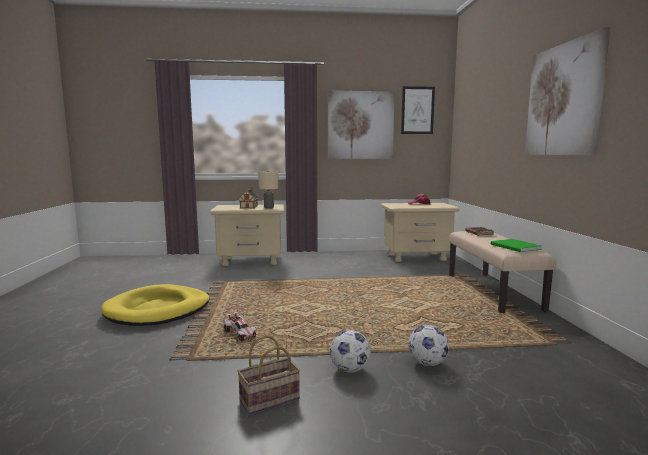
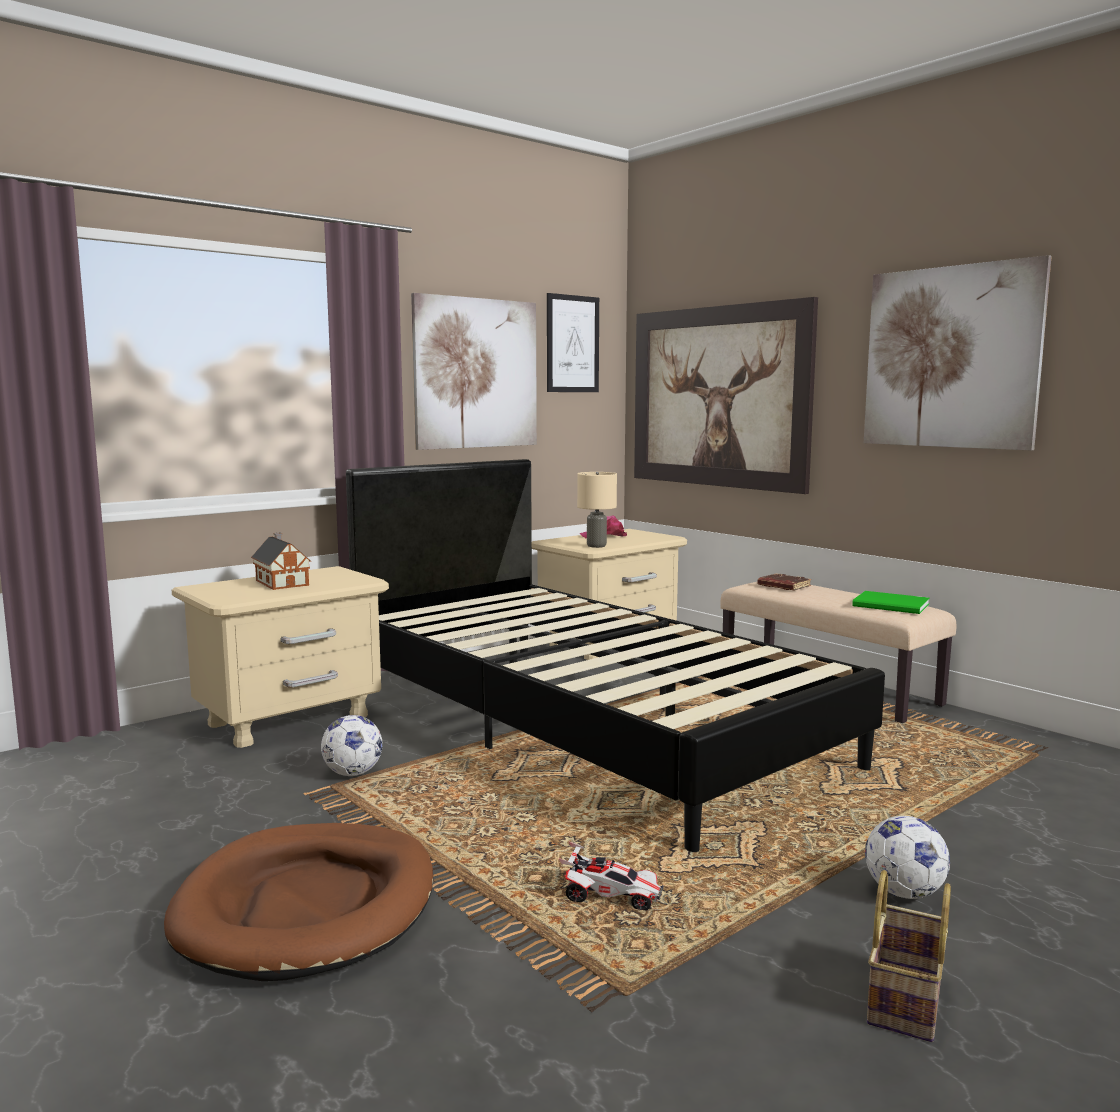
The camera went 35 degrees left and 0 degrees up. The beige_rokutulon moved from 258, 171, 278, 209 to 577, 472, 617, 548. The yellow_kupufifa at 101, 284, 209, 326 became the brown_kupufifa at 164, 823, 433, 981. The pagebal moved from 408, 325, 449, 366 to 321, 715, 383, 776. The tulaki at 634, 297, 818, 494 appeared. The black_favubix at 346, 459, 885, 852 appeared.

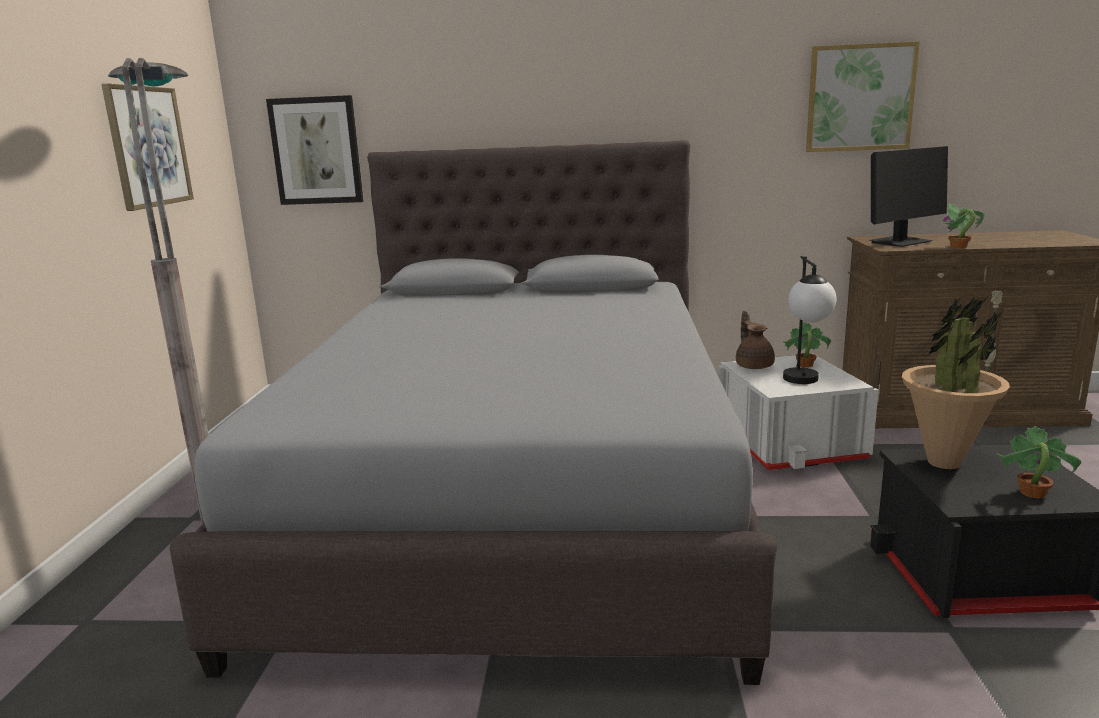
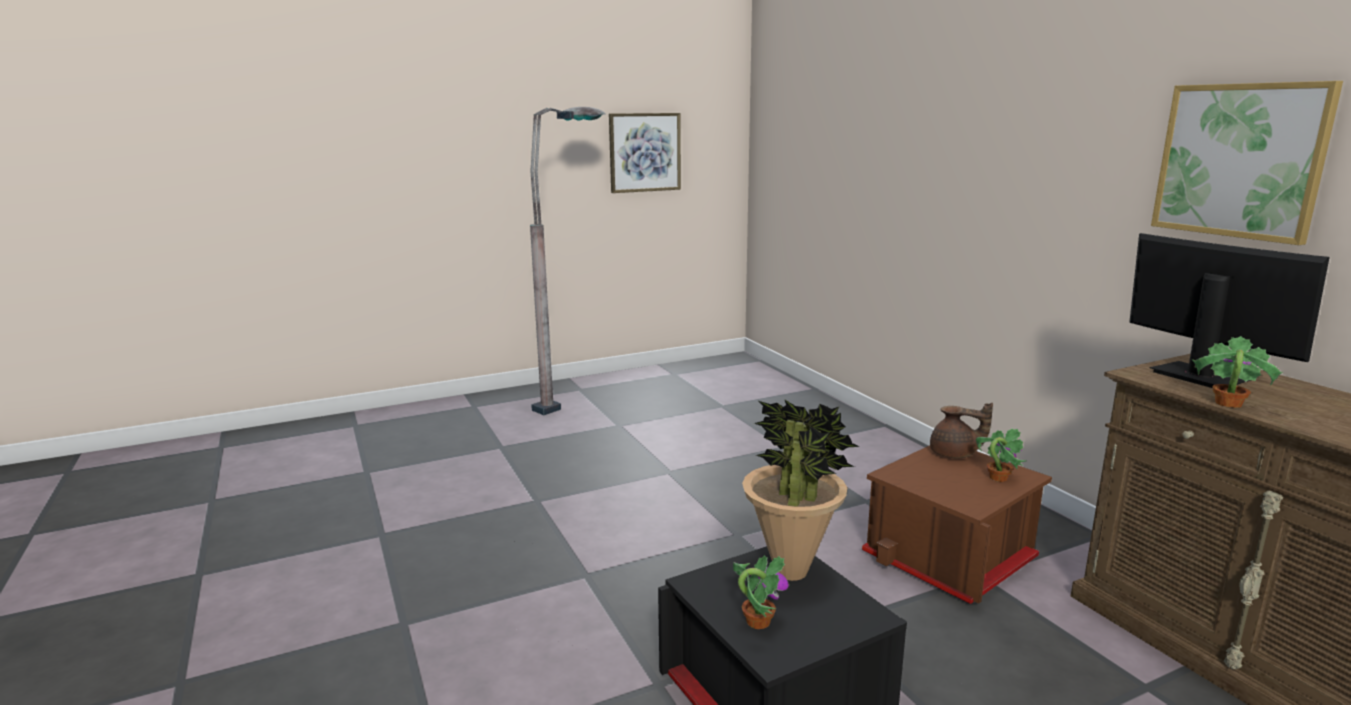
The camera went 60 degrees right and 0 degrees up. The tulaki at 266, 95, 364, 205 disappeared. The grey_favubix at 170, 140, 777, 685 disappeared. The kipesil at 869, 146, 948, 247 turned 150 degrees counterclockwise. The rokutulon at 783, 256, 837, 384 disappeared. The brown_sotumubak at 736, 311, 775, 369 turned 60 degrees clockwise. The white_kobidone at 718, 355, 879, 470 became the brown_kobidone at 862, 445, 1052, 604.

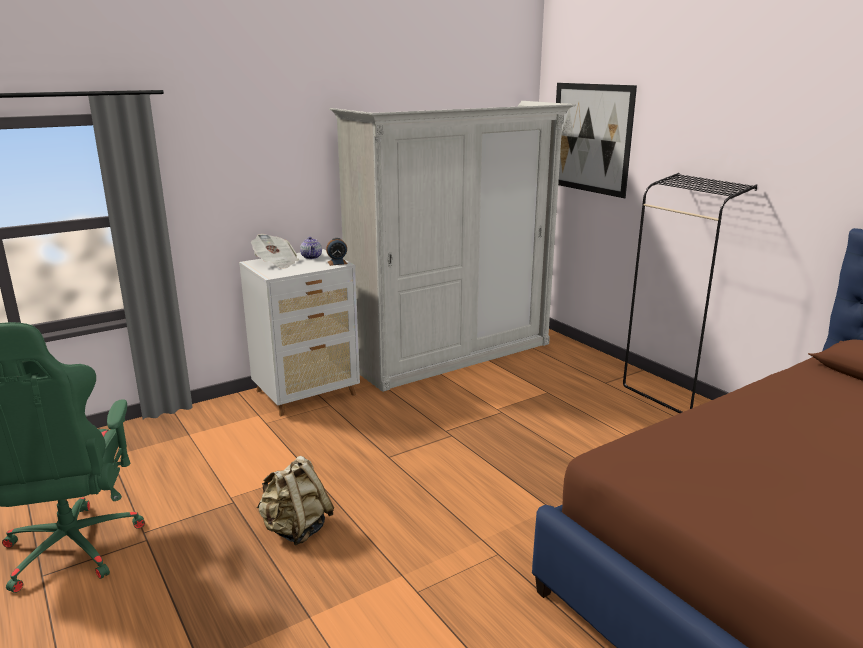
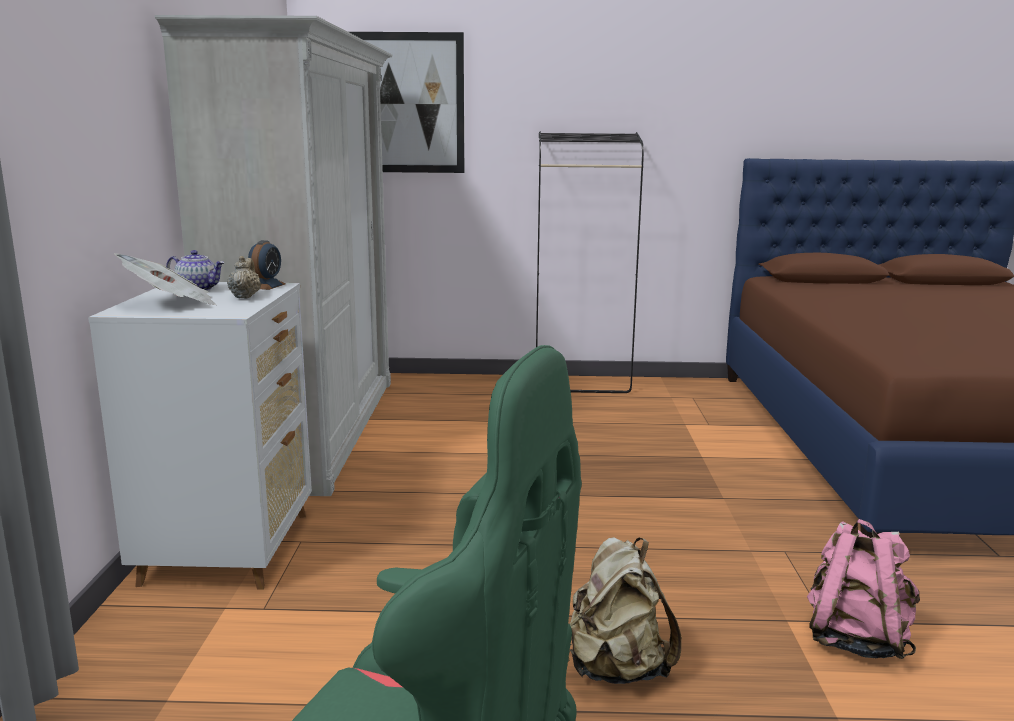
The camera went 55 degrees left and 5 degrees down. The beige_sotumubak at 227, 256, 261, 298 appeared. The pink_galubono at 807, 519, 920, 659 appeared.

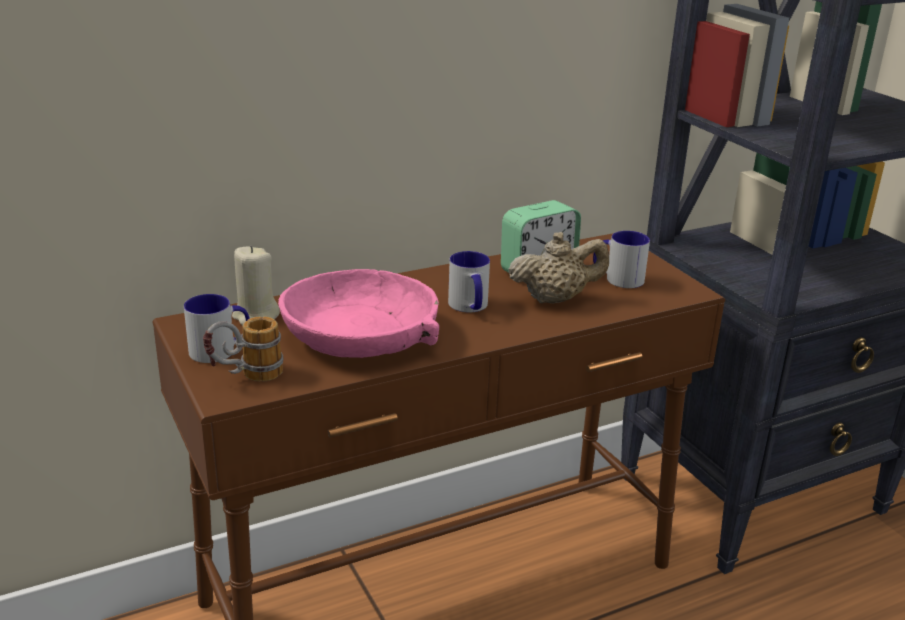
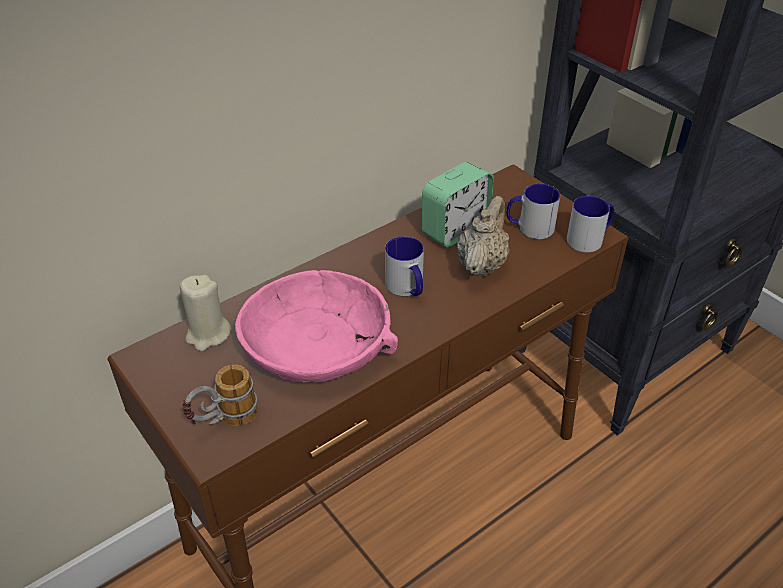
The camera went 10 degrees left and 15 degrees up. The beige_sotumubak at 508, 232, 609, 303 turned 45 degrees counterclockwise. The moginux moved from 184, 294, 250, 363 to 566, 196, 614, 252.

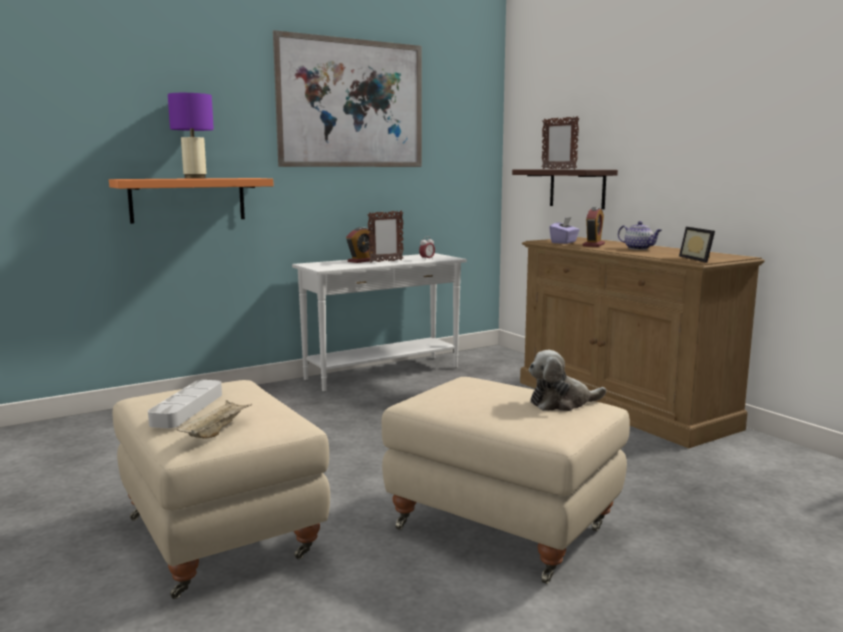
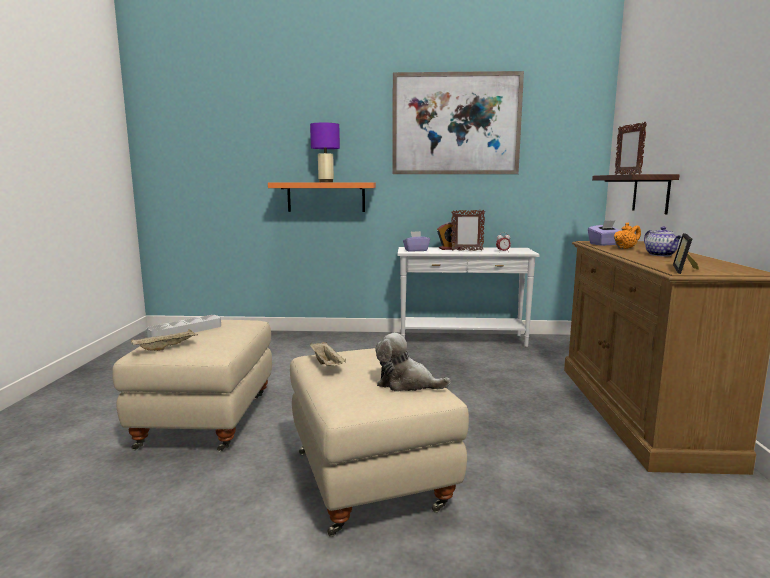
The camera went 35 degrees right and 0 degrees up. The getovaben at 583, 207, 605, 247 was replaced by the orange_sotumubak at 614, 223, 641, 249. The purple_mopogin at 403, 231, 430, 252 appeared. The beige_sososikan at 310, 342, 346, 366 appeared.

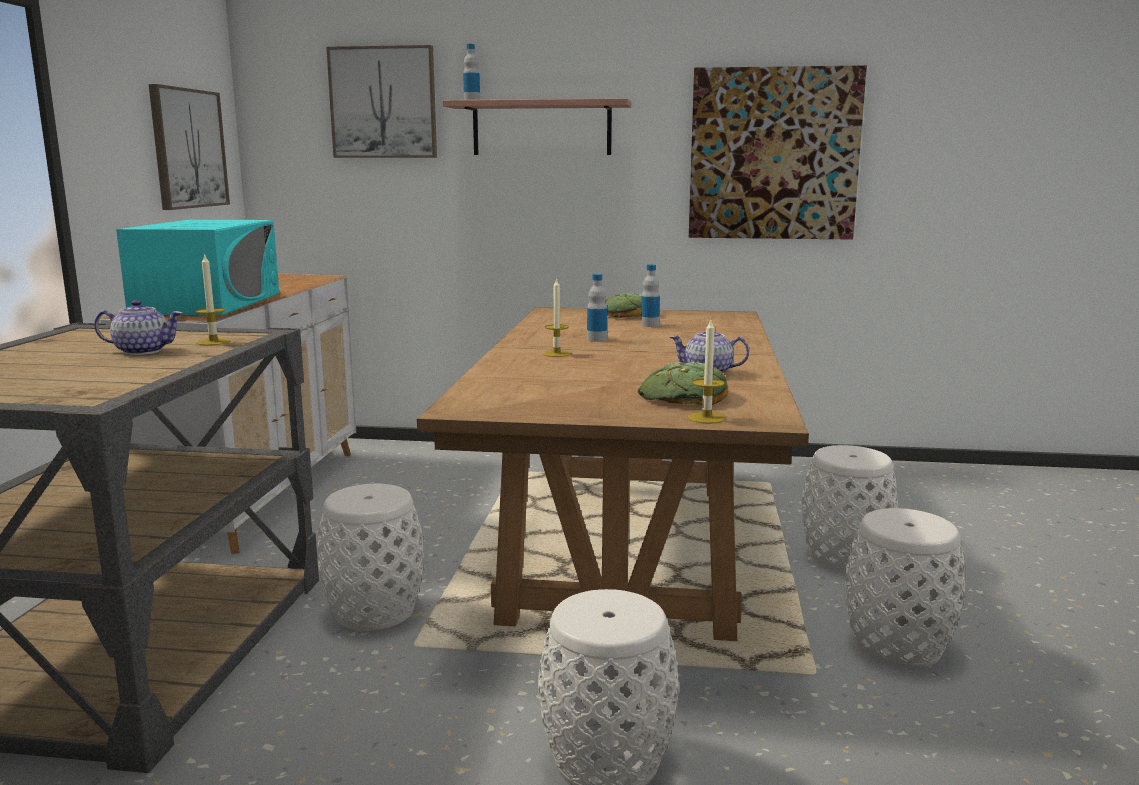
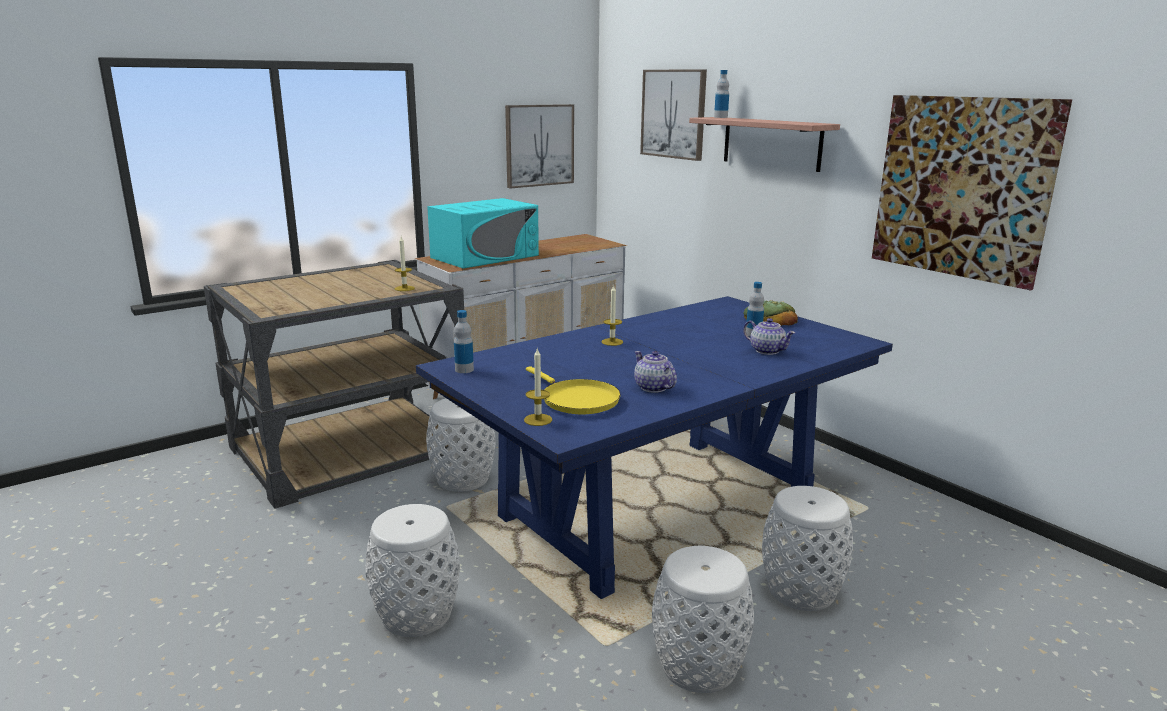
The camera went 45 degrees right and 5 degrees up. The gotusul moved from 587, 273, 607, 342 to 454, 310, 474, 373. The sotumubak moved from 94, 300, 182, 355 to 743, 318, 795, 355. The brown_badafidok at 417, 307, 809, 641 became the blue_badafidok at 416, 296, 893, 599. The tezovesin at 638, 362, 728, 405 was replaced by the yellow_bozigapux at 526, 366, 621, 414.

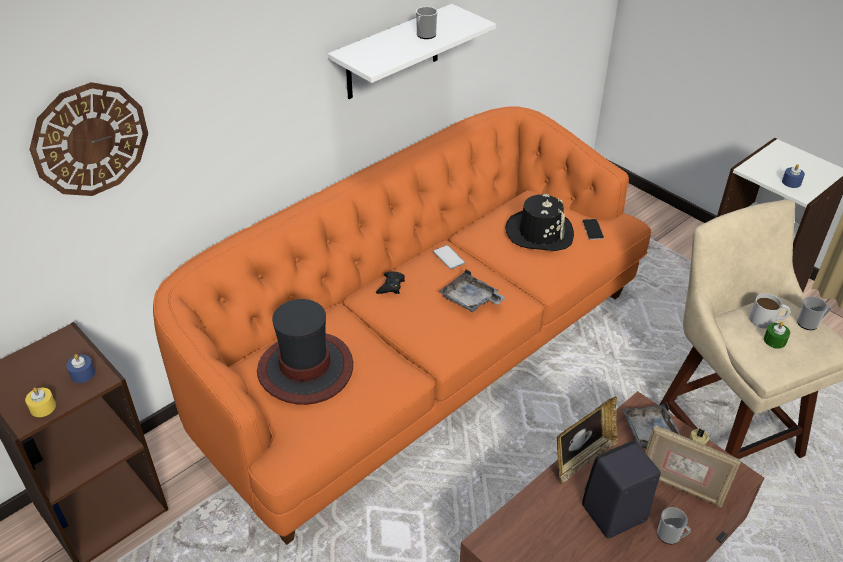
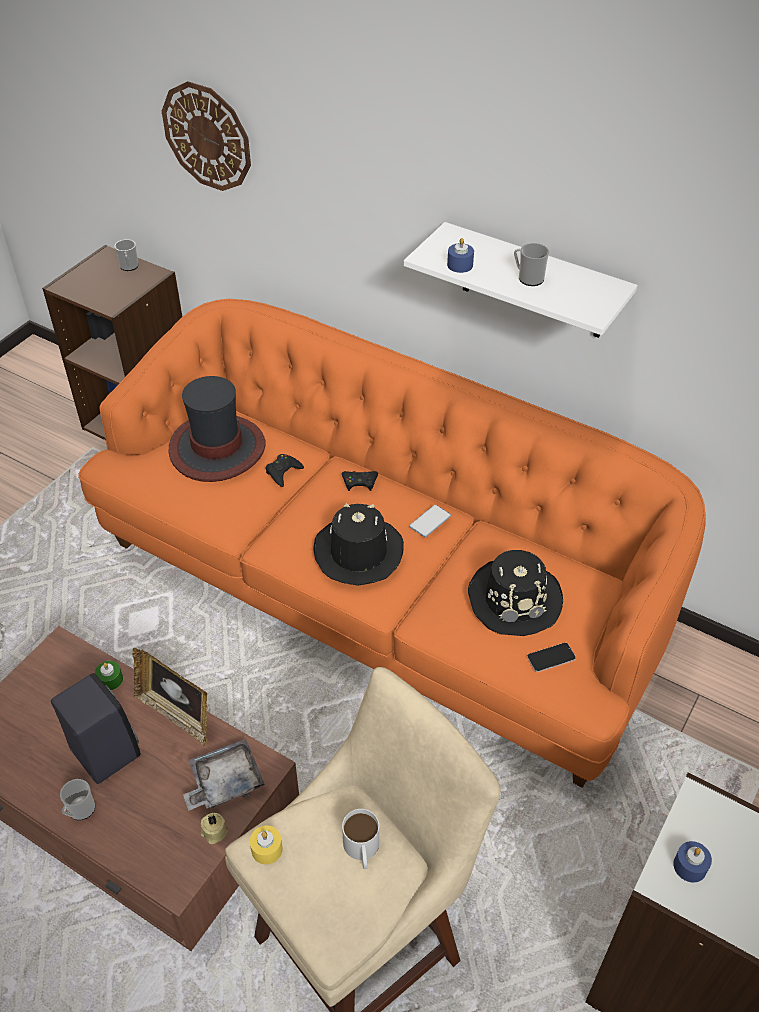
The camera went 75 degrees right and 5 degrees up. The grey_sososikan at 439, 269, 506, 312 was replaced by the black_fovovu at 313, 503, 404, 586. The moginux moved from 797, 296, 831, 330 to 114, 239, 139, 271. The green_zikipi moved from 764, 322, 790, 349 to 95, 661, 123, 690. The blue_zikipi moved from 66, 354, 95, 383 to 447, 238, 474, 273. The yellow_zikipi moved from 25, 388, 56, 417 to 250, 826, 283, 864. The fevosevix at 645, 425, 741, 508 disappeared. The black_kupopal at 265, 454, 304, 487 appeared.

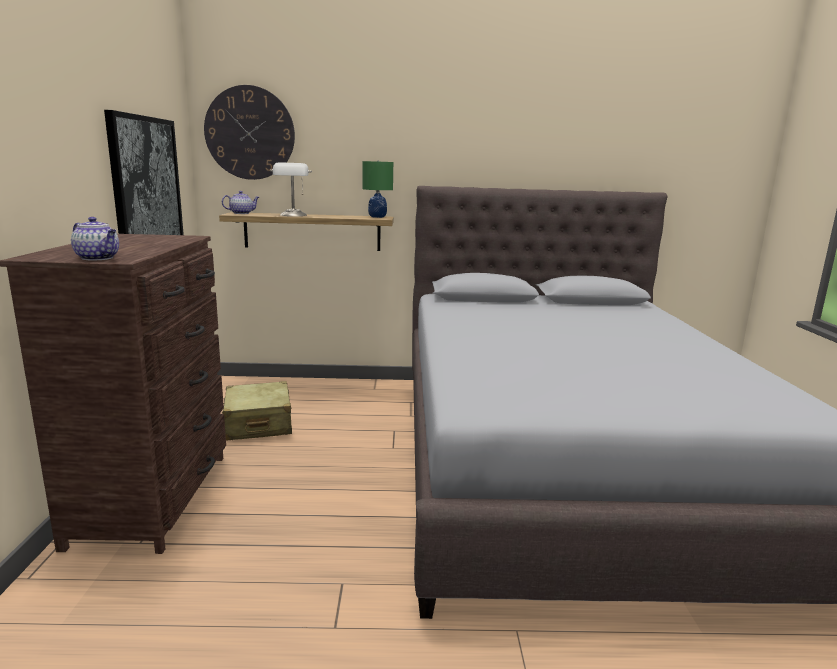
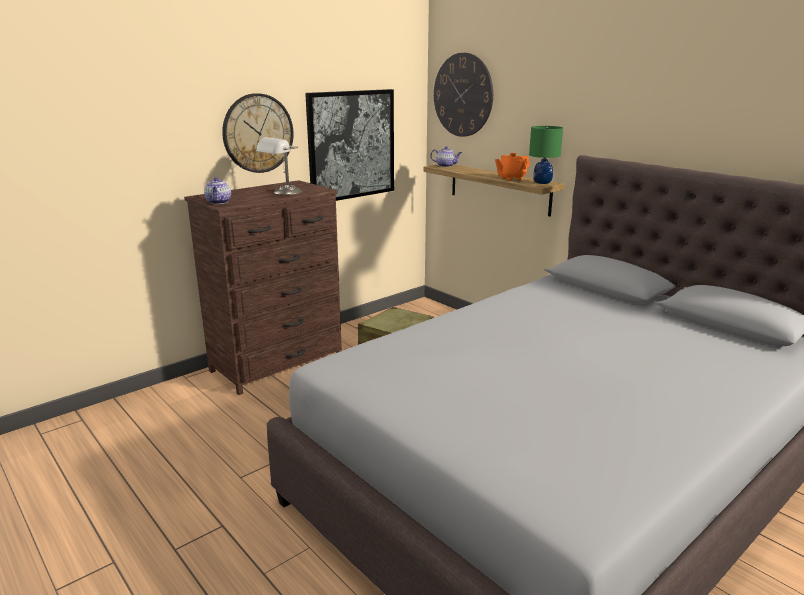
The camera went 50 degrees right and 5 degrees up. The white_rokutulon moved from 270, 163, 312, 216 to 256, 137, 302, 195. The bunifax at 222, 93, 294, 173 appeared. The orange_sotumubak at 495, 153, 530, 181 appeared.

